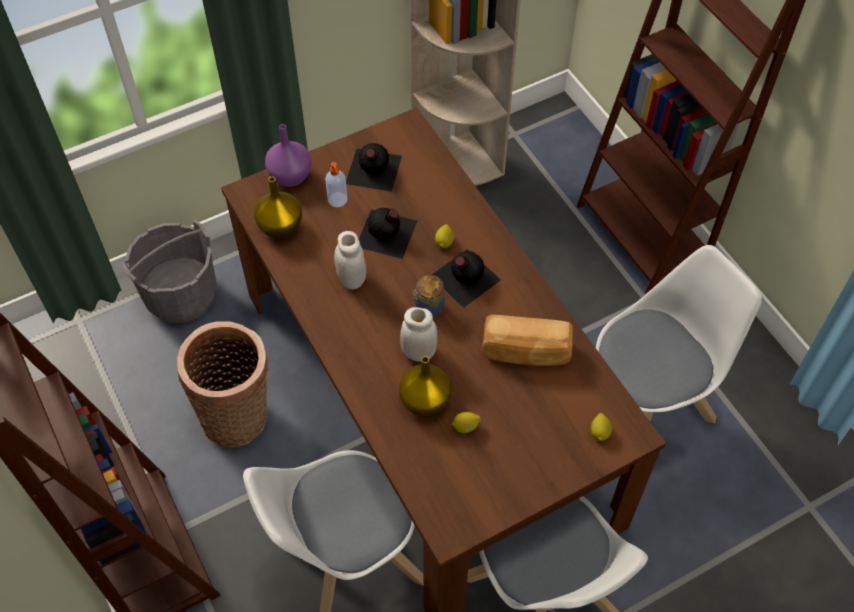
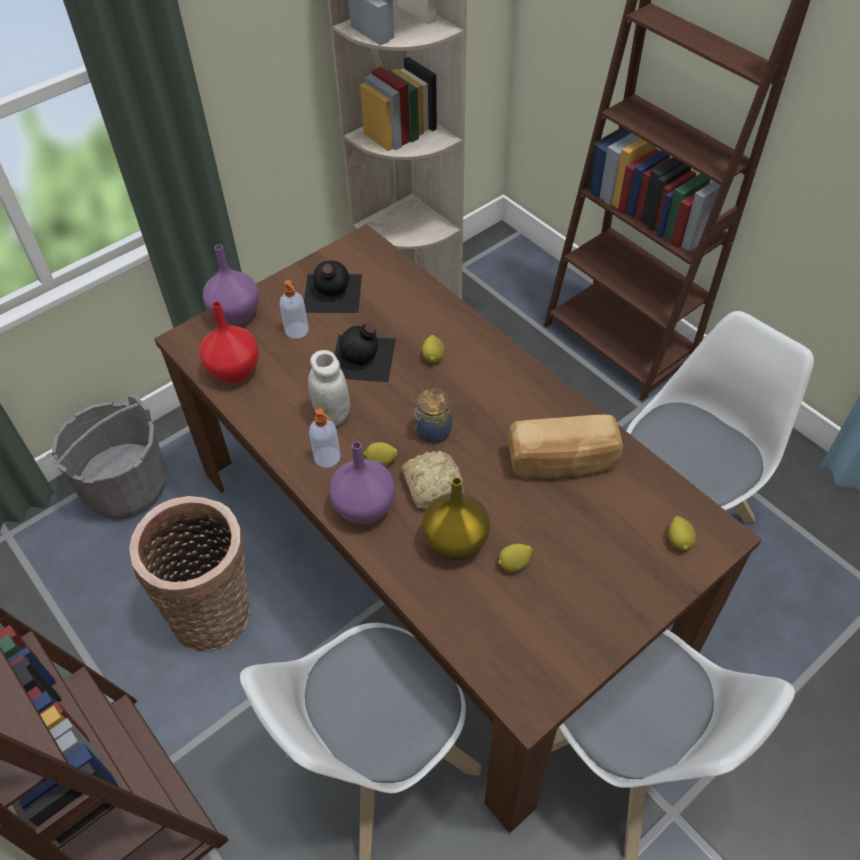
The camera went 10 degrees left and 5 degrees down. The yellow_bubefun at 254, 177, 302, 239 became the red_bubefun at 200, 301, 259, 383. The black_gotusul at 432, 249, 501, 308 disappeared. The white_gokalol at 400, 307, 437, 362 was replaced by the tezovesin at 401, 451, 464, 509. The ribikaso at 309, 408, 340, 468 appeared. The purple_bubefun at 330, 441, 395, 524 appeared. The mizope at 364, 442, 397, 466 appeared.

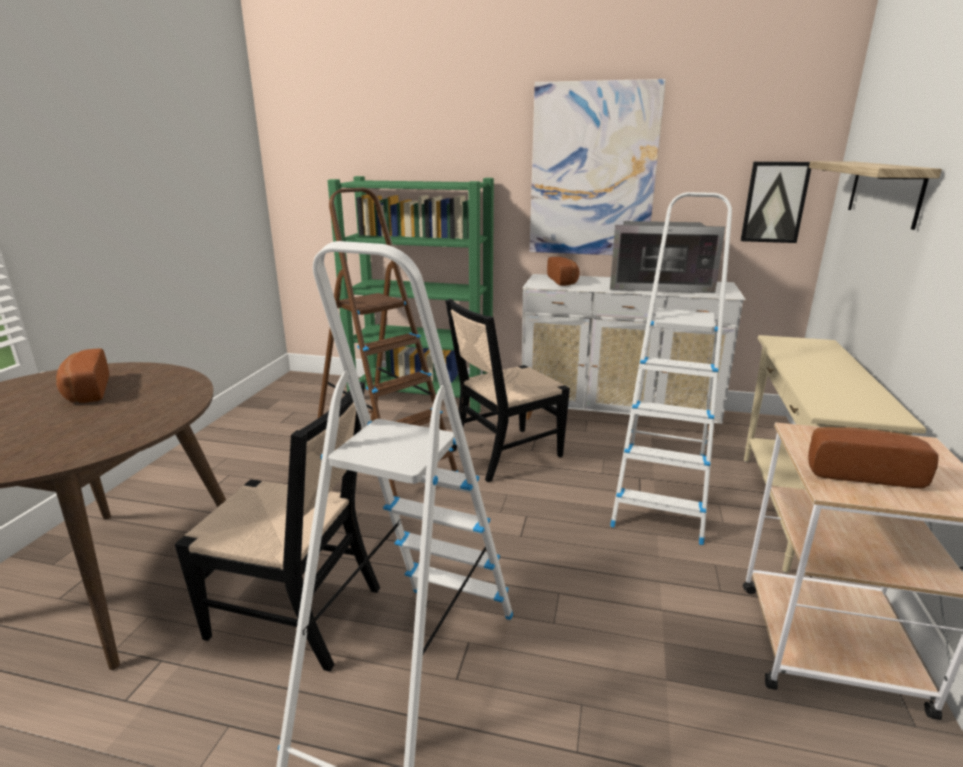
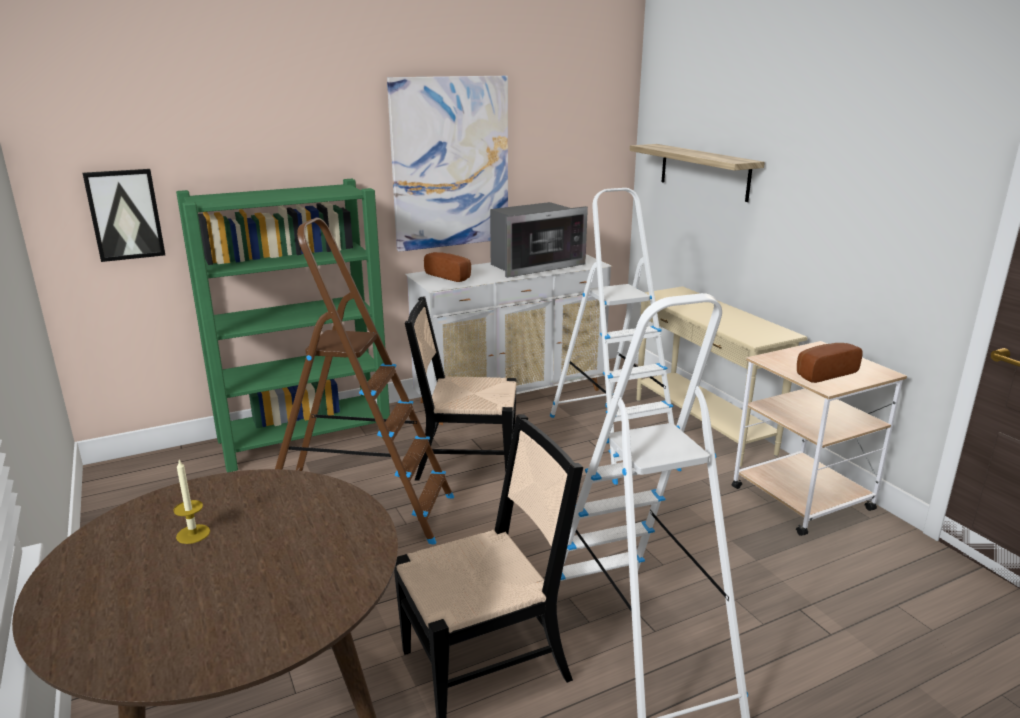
The camera went 40 degrees left and 0 degrees up. The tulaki moved from 740, 162, 811, 243 to 82, 169, 165, 262. The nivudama at 445, 299, 570, 482 turned 75 degrees clockwise. The tezovesin at 56, 349, 109, 403 was replaced by the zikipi at 173, 460, 210, 544.

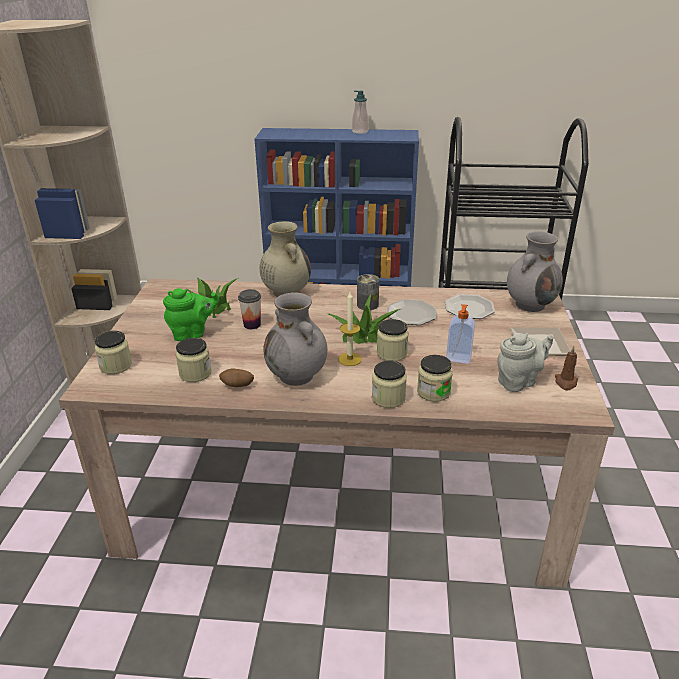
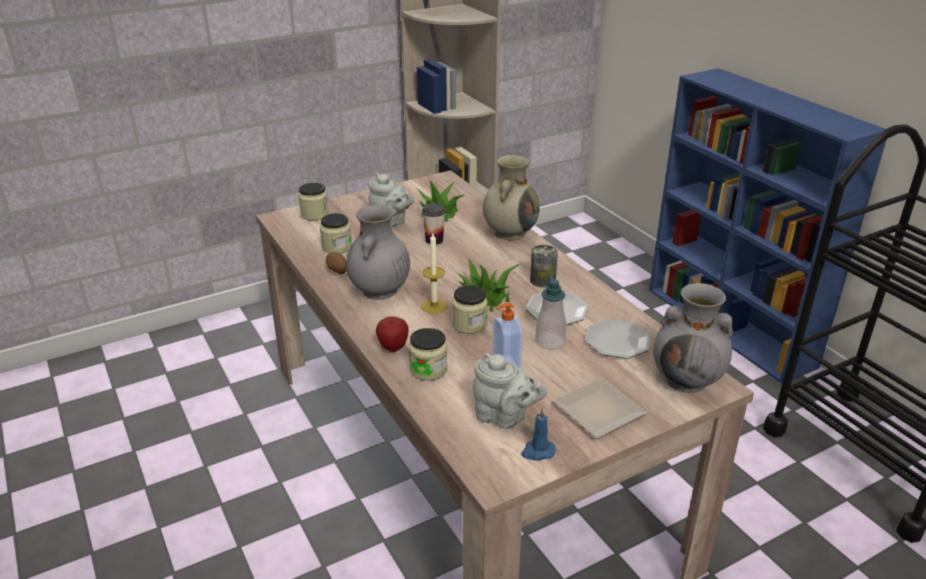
The camera went 55 degrees right and 0 degrees up. The ribikaso moved from 352, 90, 369, 134 to 535, 275, 566, 349. The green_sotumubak at 163, 288, 219, 341 became the grey_sotumubak at 368, 173, 414, 228. The brown_zikipi at 555, 346, 578, 390 became the blue_zikipi at 521, 408, 556, 461. The gokalol at 372, 360, 407, 408 was replaced by the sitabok at 376, 317, 409, 352.

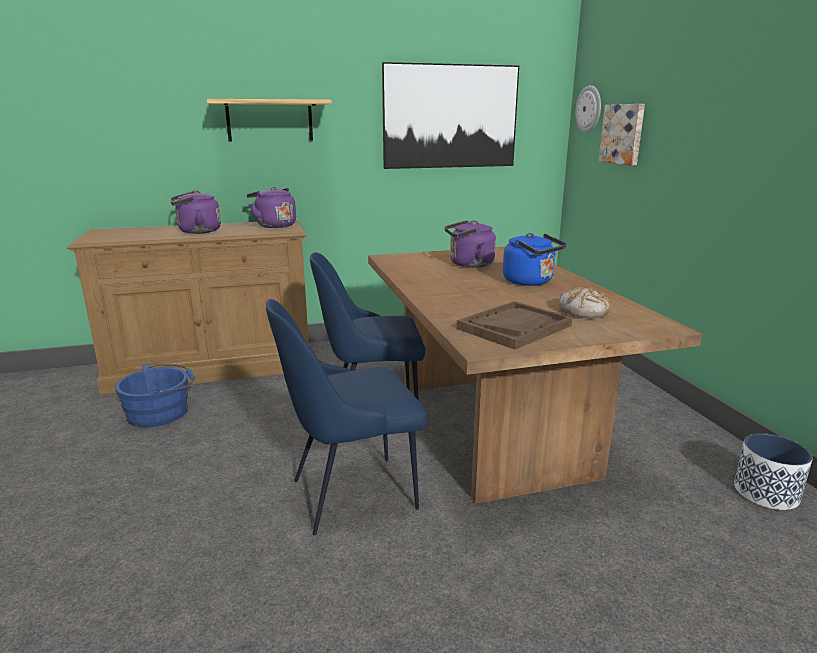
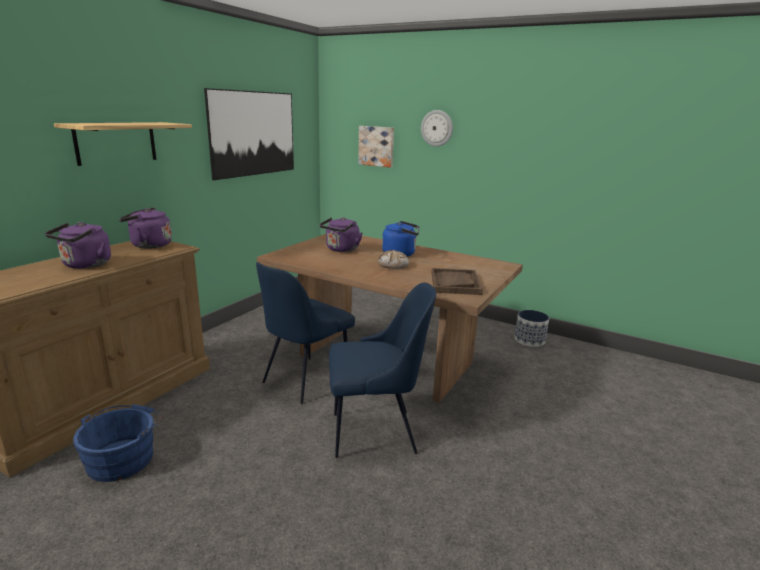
The camera went 45 degrees left and 0 degrees up. The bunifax moved from 576, 85, 601, 132 to 421, 110, 453, 147. The tezovesin moved from 559, 287, 610, 318 to 378, 250, 409, 269. The blue_nivudama at 266, 299, 427, 535 turned 120 degrees counterclockwise.

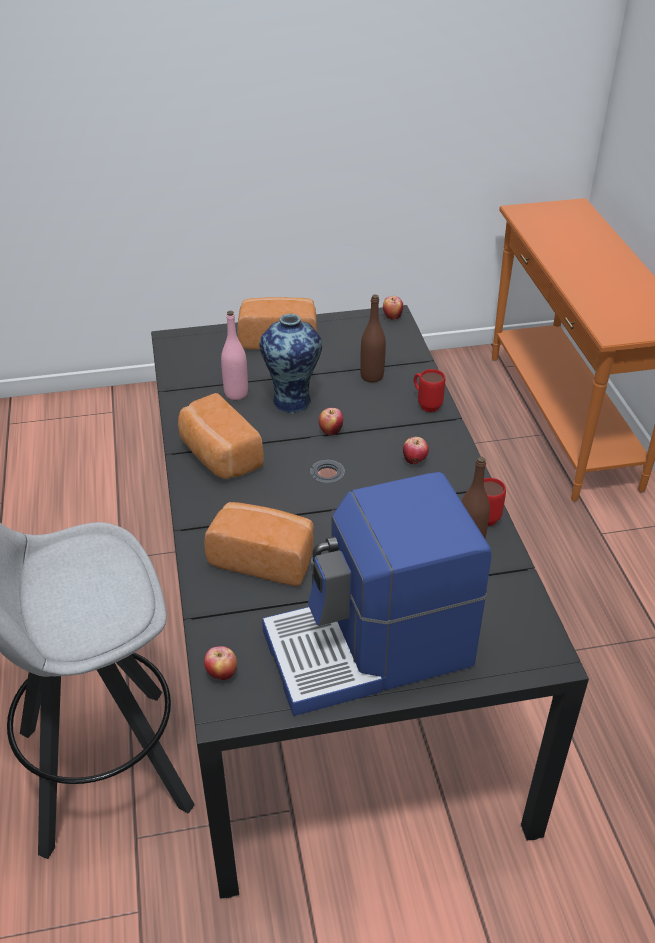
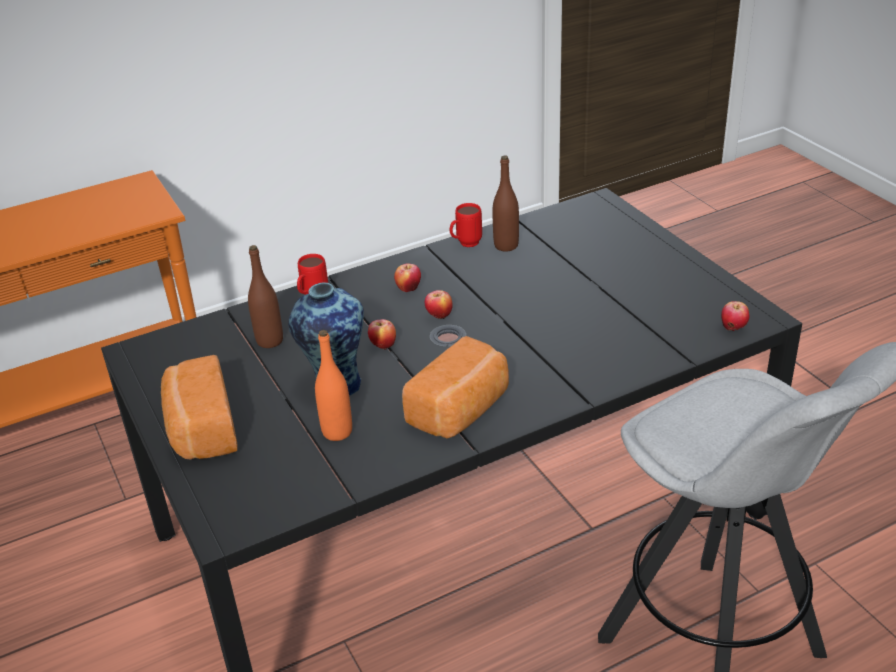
The camera went 105 degrees left and 5 degrees down. The sitabok moved from 383, 296, 403, 320 to 425, 290, 453, 319. The pink_gotusul at 221, 311, 248, 400 became the orange_gotusul at 315, 330, 352, 441. The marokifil at 262, 472, 491, 716 disappeared. The tezovesin at 204, 502, 314, 586 disappeared.

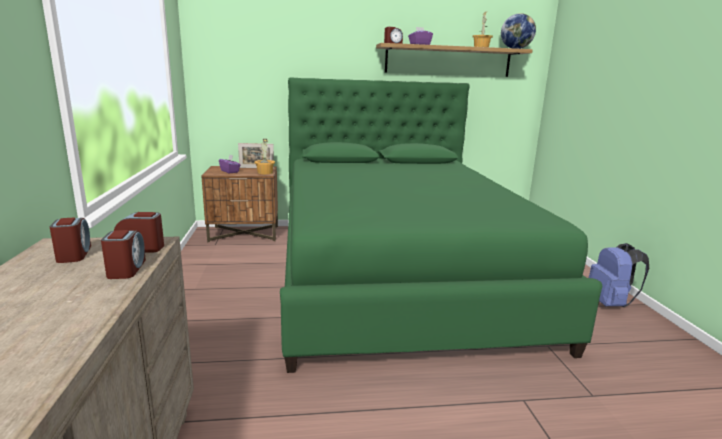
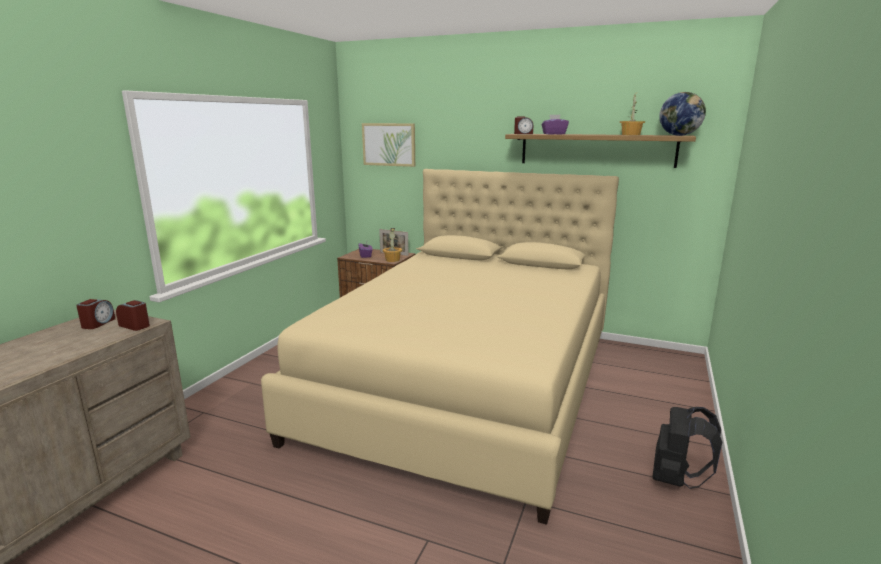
The camera went 30 degrees right and 0 degrees up. The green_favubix at 280, 78, 602, 373 became the beige_favubix at 261, 169, 619, 525. The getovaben at 101, 230, 146, 279 disappeared. The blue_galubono at 589, 243, 649, 307 became the black_galubono at 653, 407, 722, 489. The tulaki at 362, 123, 415, 167 appeared.

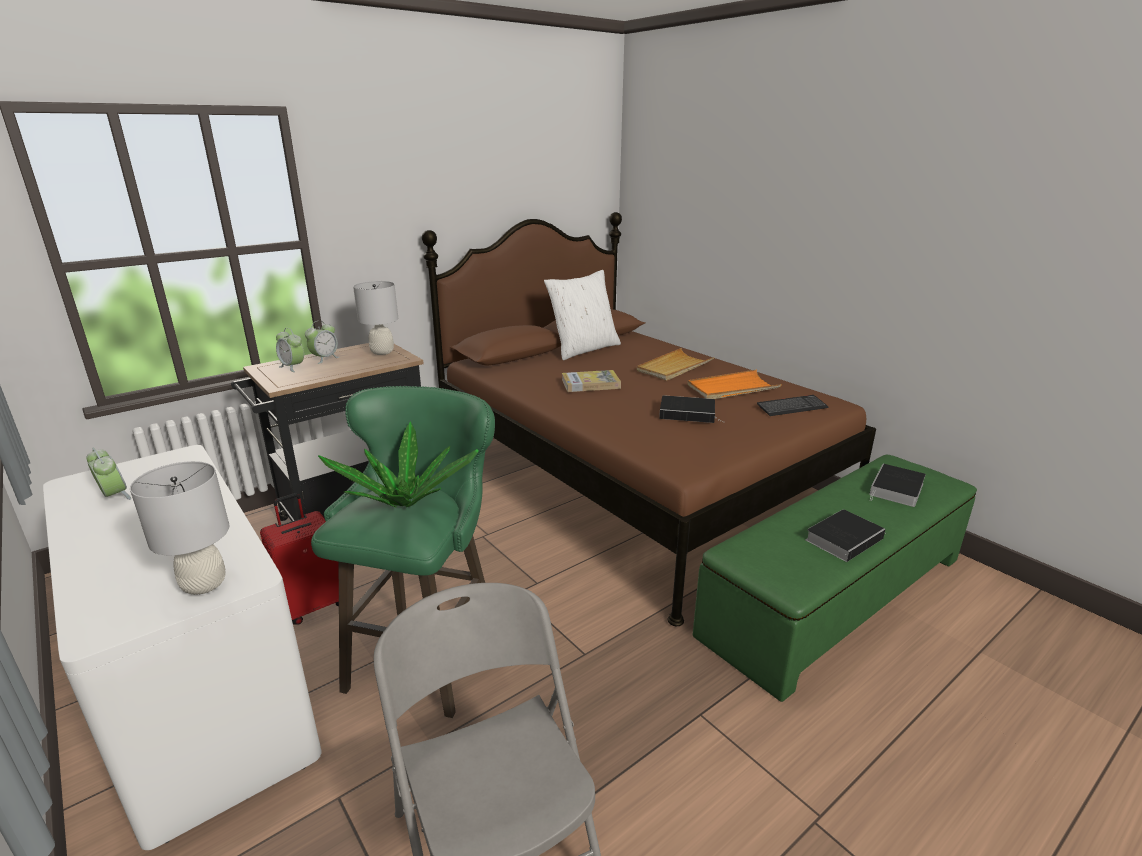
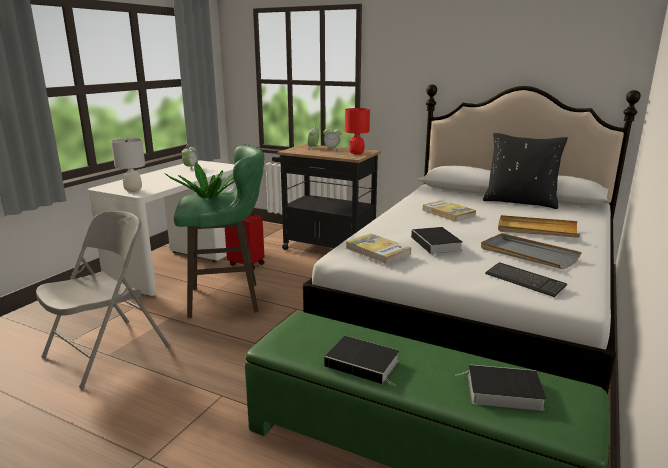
The camera went 65 degrees right and 5 degrees down. The brown_favubix at 422, 212, 876, 626 became the white_favubix at 303, 85, 641, 395. The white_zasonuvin at 544, 270, 621, 360 became the black_zasonuvin at 483, 133, 568, 209. The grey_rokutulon at 353, 281, 398, 355 became the red_rokutulon at 345, 108, 370, 154. The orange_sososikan at 688, 370, 782, 399 became the grey_sososikan at 481, 233, 582, 270. The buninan at 346, 234, 411, 264 appeared.

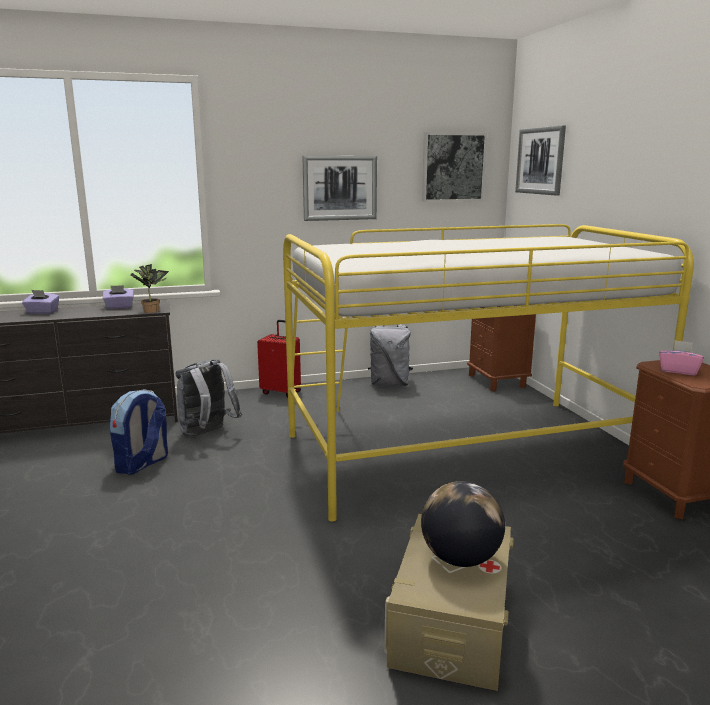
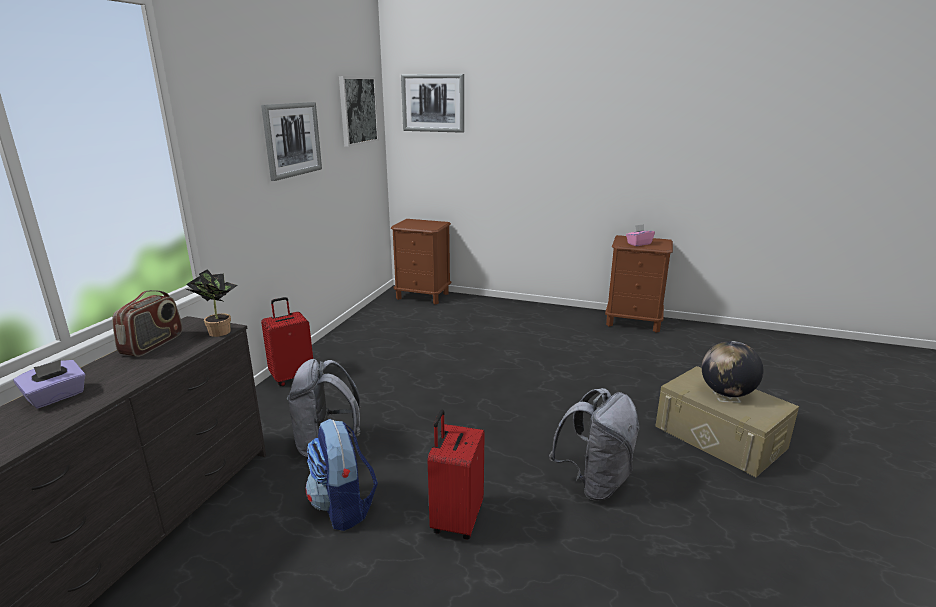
The camera went 55 degrees left and 5 degrees up. The yellow_favubix at 283, 224, 694, 522 disappeared. The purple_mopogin at 103, 285, 134, 309 was replaced by the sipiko at 112, 290, 183, 357. The grey_galubono moved from 368, 324, 413, 386 to 549, 388, 640, 501. The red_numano at 428, 410, 485, 539 appeared.

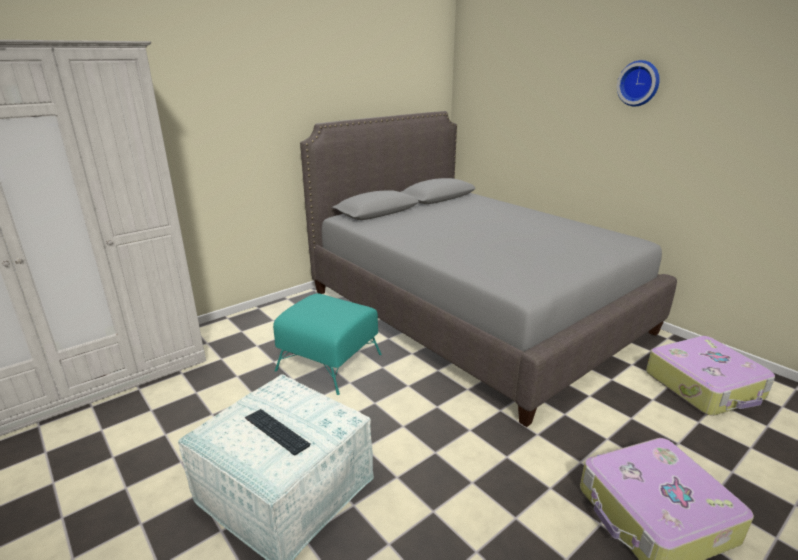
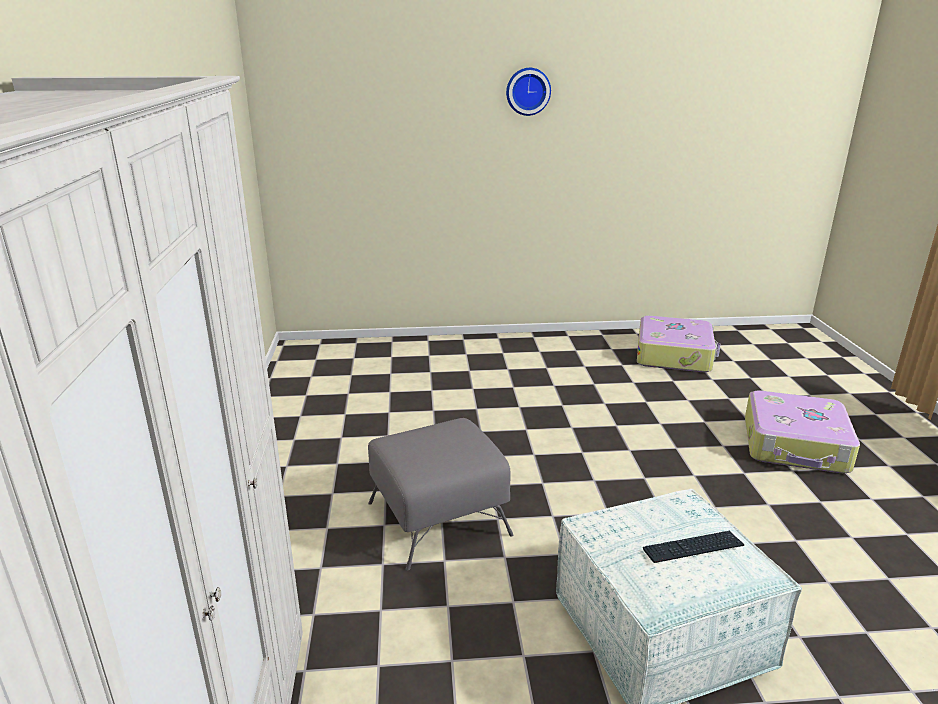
The camera went 55 degrees left and 0 degrees up. The grey_favubix at 300, 111, 677, 427 disappeared. The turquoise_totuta at 273, 293, 382, 395 became the grey_totuta at 368, 418, 514, 571.

